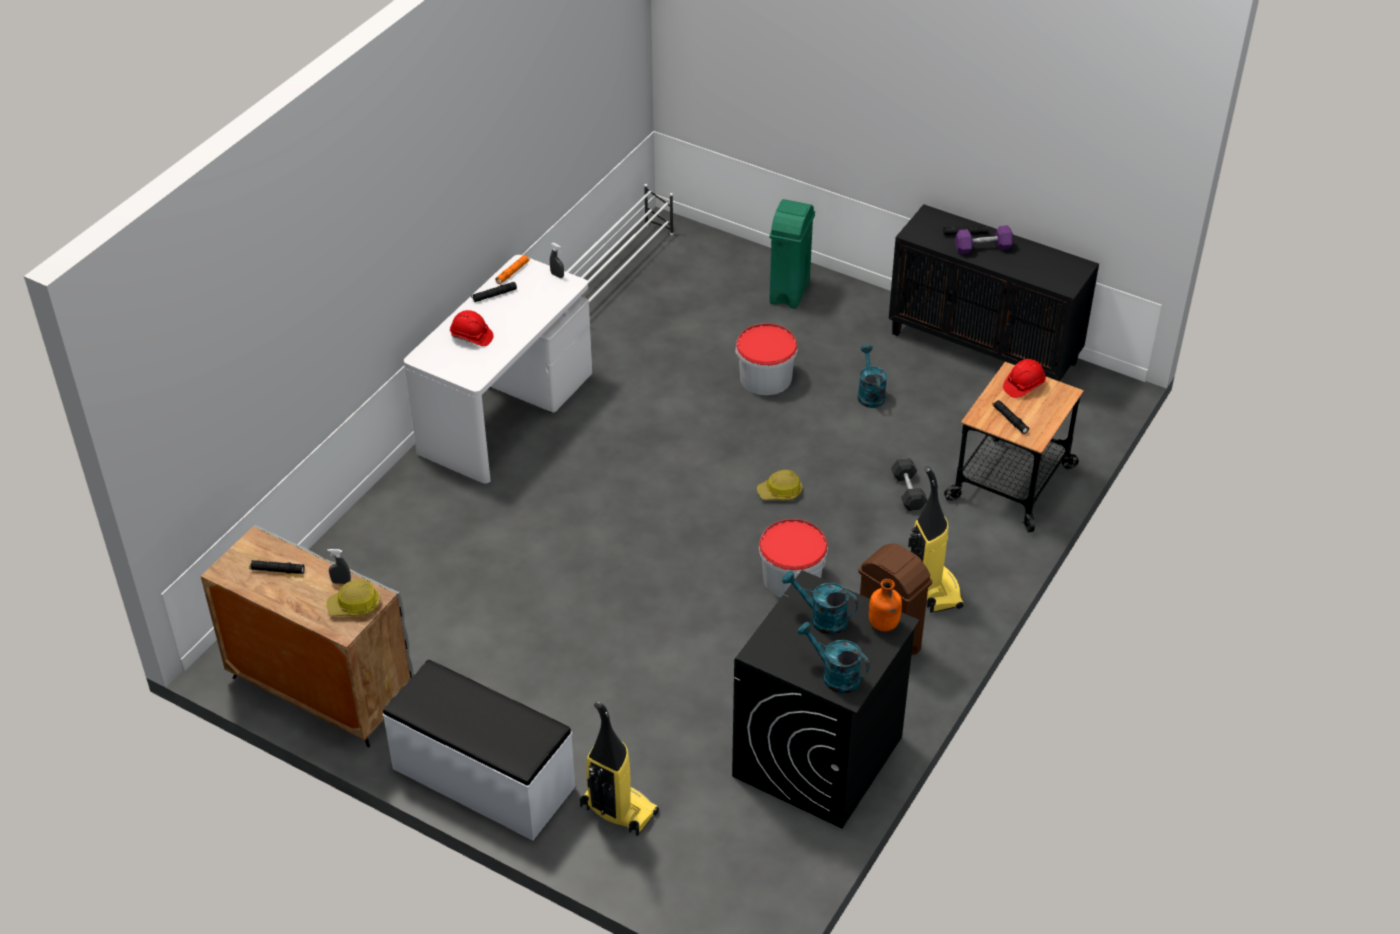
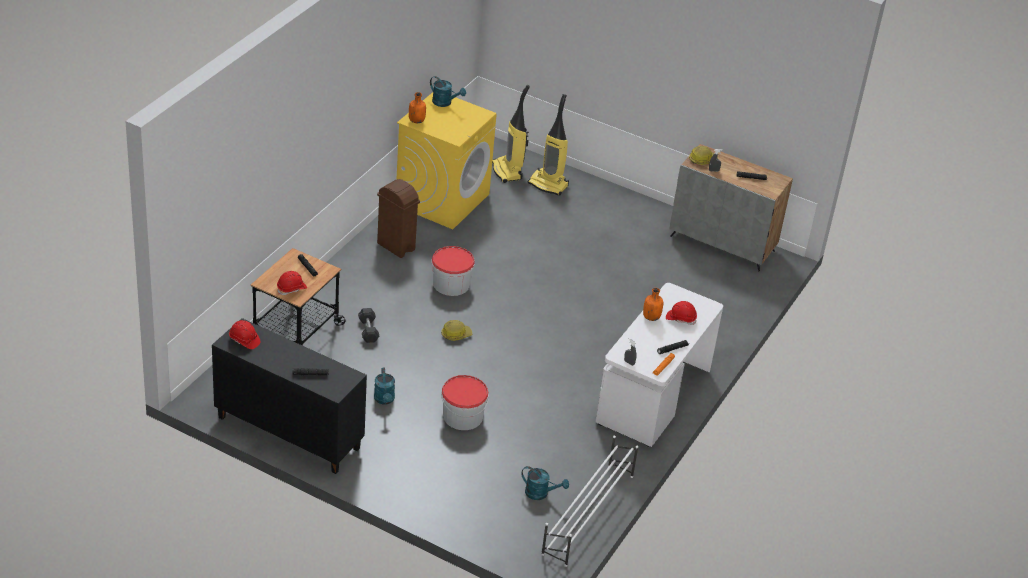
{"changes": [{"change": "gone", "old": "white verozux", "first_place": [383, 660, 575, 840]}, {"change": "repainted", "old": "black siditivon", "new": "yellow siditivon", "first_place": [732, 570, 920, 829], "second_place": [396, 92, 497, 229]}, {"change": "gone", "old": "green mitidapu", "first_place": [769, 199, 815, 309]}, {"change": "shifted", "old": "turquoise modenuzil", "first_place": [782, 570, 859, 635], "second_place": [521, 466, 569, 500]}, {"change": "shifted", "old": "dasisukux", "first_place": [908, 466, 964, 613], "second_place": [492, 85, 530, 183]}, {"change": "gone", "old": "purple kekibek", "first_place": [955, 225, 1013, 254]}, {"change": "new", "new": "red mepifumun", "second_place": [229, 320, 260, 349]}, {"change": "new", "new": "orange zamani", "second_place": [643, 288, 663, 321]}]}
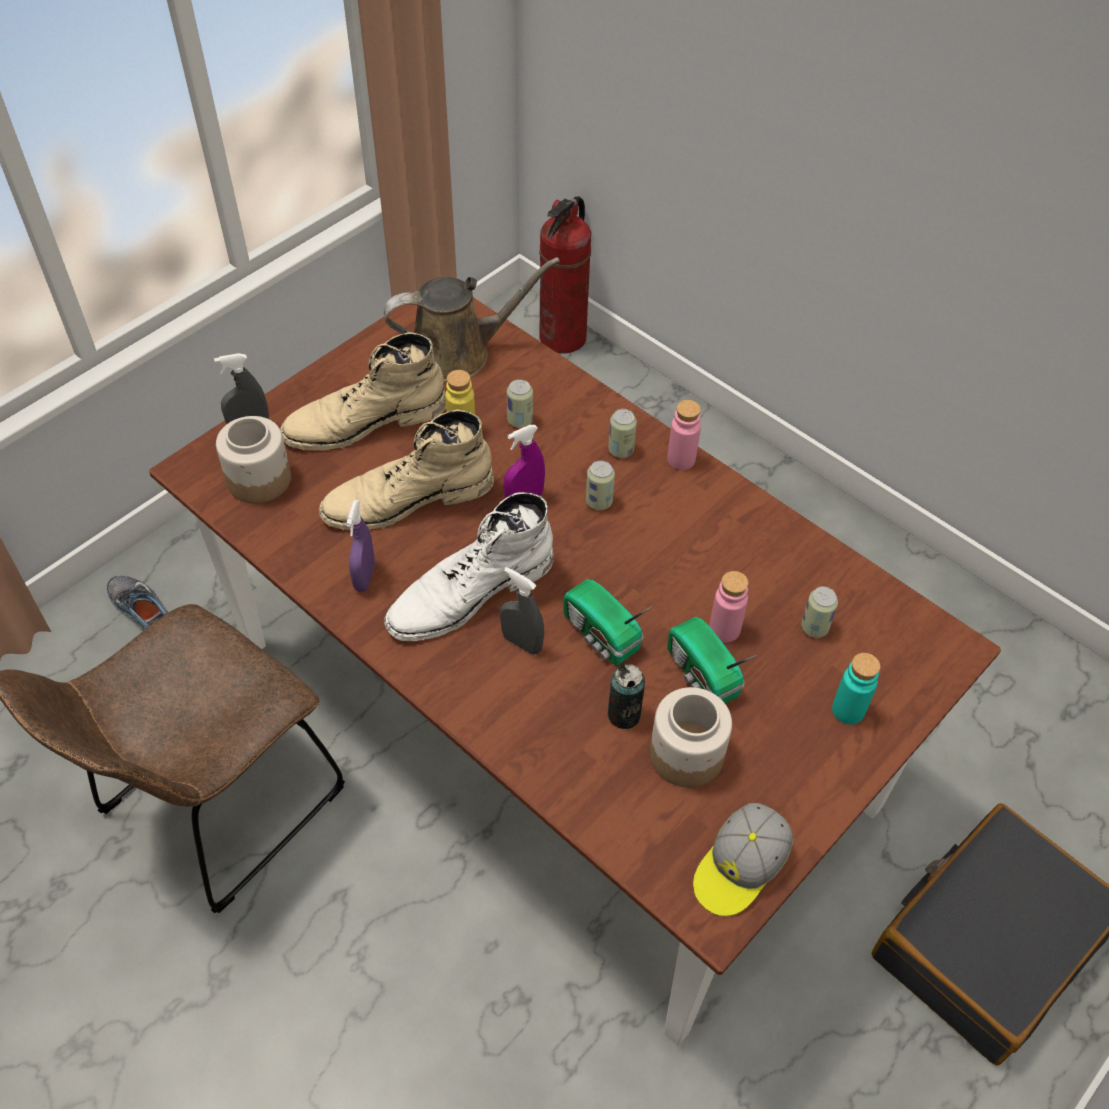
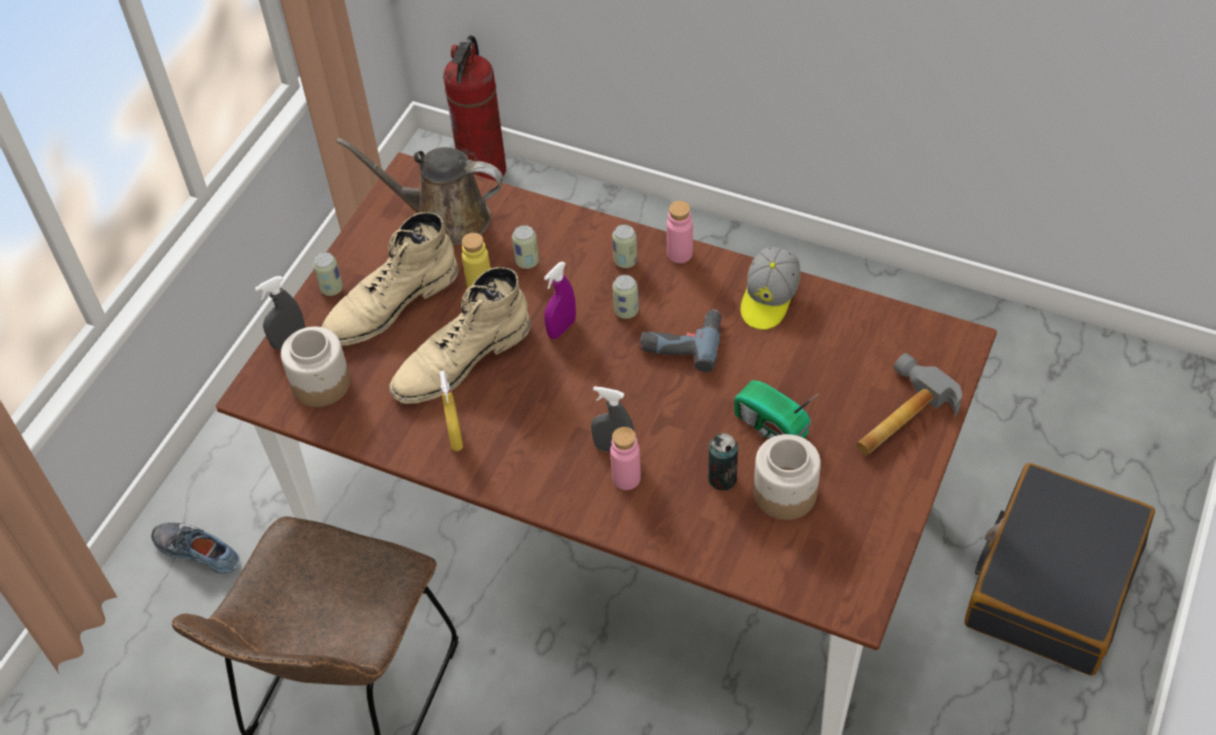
{"changes": [{"change": "repainted", "old": "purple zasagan", "new": "yellow zasagan", "first_place": [346, 500, 375, 592], "second_place": [440, 371, 463, 451]}, {"change": "rotated", "old": "brown modenuzil", "first_place": [384, 257, 560, 382], "second_place": [336, 138, 504, 246], "degrees": -135}, {"change": "gone", "old": "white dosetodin", "first_place": [384, 492, 554, 641]}, {"change": "gone", "old": "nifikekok", "first_place": [563, 579, 652, 665]}, {"change": "shifted", "old": "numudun", "first_place": [693, 803, 793, 916], "second_place": [740, 247, 800, 330]}, {"change": "shifted", "old": "pink zamani", "first_place": [709, 571, 749, 642], "second_place": [610, 427, 641, 490]}, {"change": "shifted", "old": "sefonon", "first_place": [801, 586, 838, 638], "second_place": [313, 252, 343, 296]}, {"change": "swapped", "old": "turquoise zamani", "new": "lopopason", "first_place": [832, 653, 880, 724], "second_place": [856, 353, 962, 455]}, {"change": "new", "new": "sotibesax", "second_place": [640, 309, 721, 372]}]}
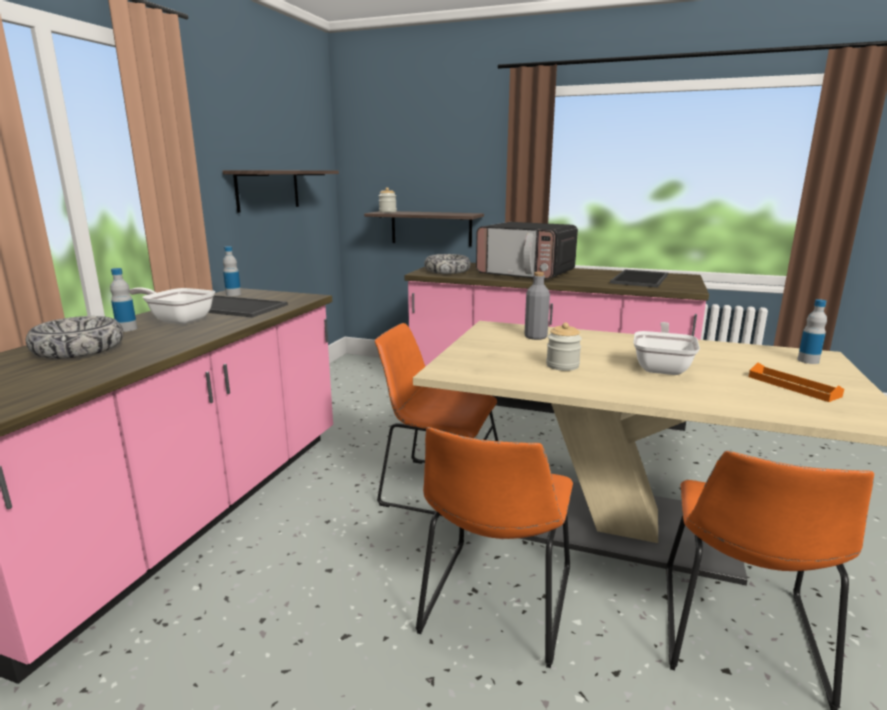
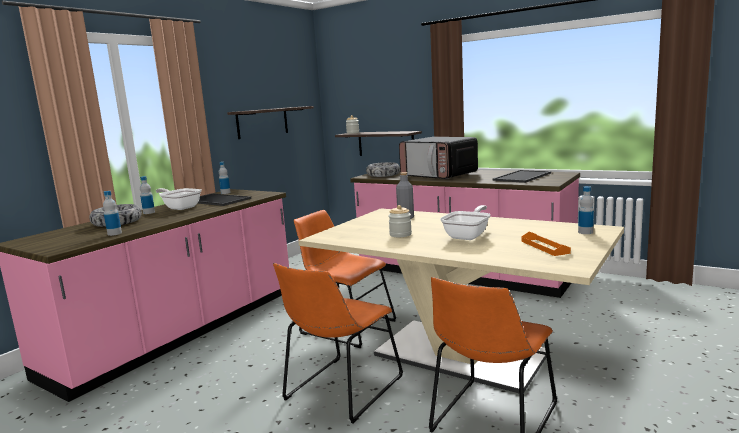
{"changes": [{"change": "new", "new": "zamani", "second_place": [103, 191, 122, 236]}]}
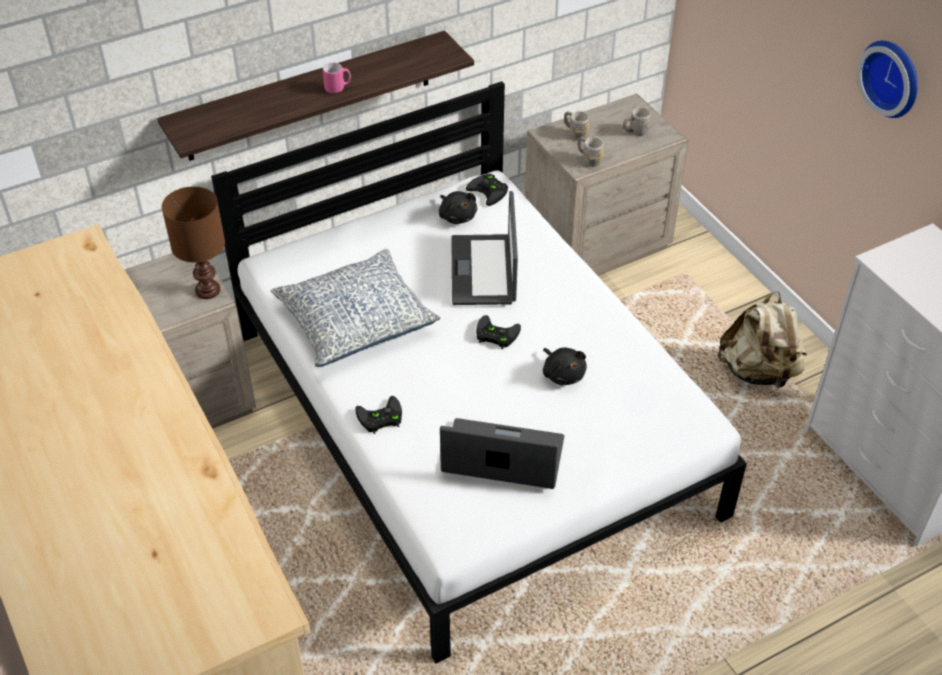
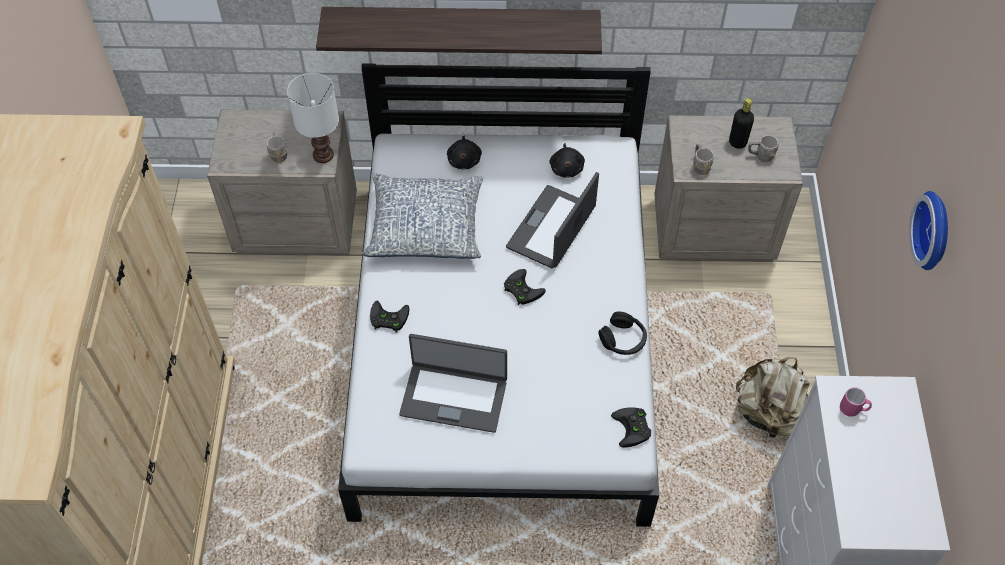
{"changes": [{"change": "repainted", "old": "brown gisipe", "new": "white gisipe", "first_place": [162, 186, 225, 299], "second_place": [287, 73, 339, 163]}, {"change": "shifted", "old": "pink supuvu", "first_place": [323, 63, 351, 94], "second_place": [840, 387, 872, 417]}, {"change": "rotated", "old": "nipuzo", "first_place": [440, 418, 564, 489], "second_place": [399, 334, 507, 433], "degrees": 150}, {"change": "shifted", "old": "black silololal", "first_place": [466, 173, 508, 206], "second_place": [611, 407, 651, 448]}, {"change": "shifted", "old": "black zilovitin", "first_place": [543, 348, 587, 385], "second_place": [447, 136, 482, 169]}, {"change": "shifted", "old": "grey supuvu", "first_place": [564, 111, 590, 140], "second_place": [267, 132, 288, 163]}, {"change": "new", "new": "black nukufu", "second_place": [598, 312, 647, 355]}, {"change": "new", "new": "black zamani", "second_place": [729, 98, 754, 149]}]}
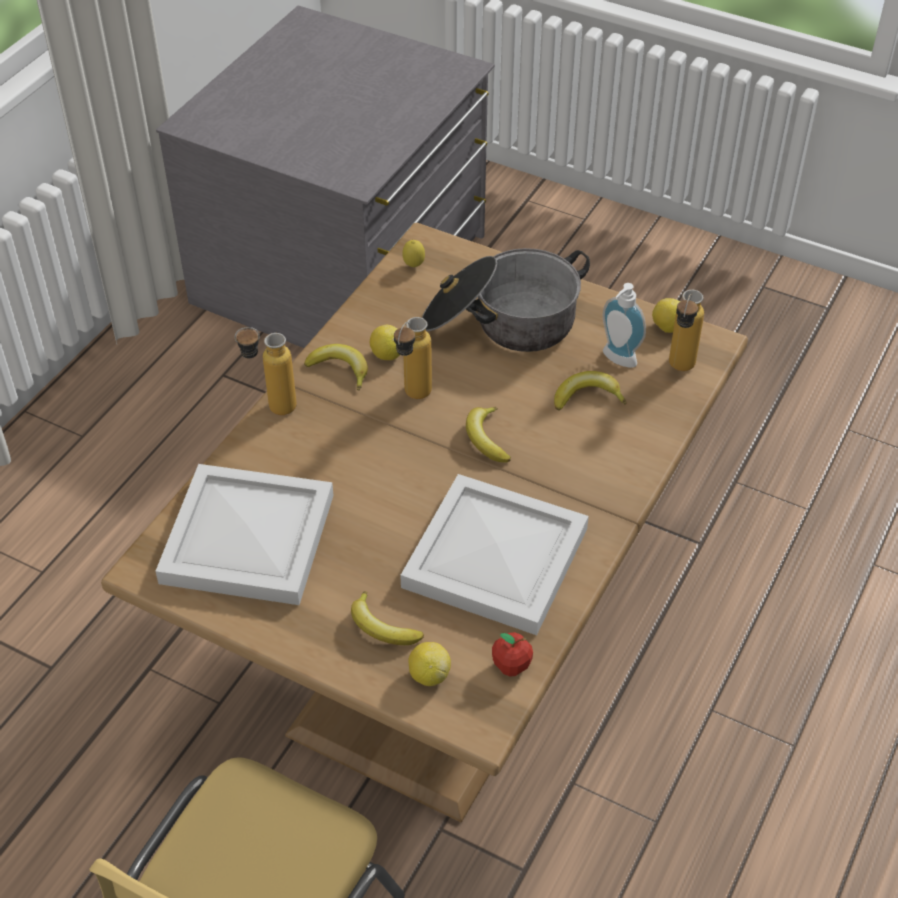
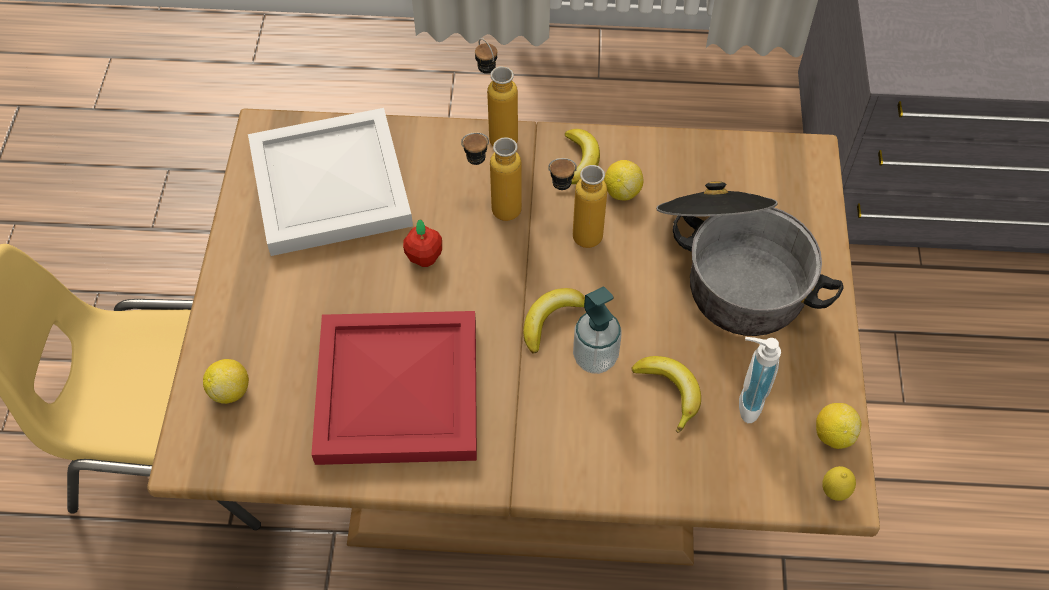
{"changes": [{"change": "gone", "old": "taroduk", "first_place": [351, 591, 424, 645]}, {"change": "repainted", "old": "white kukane", "new": "red kukane", "first_place": [400, 474, 589, 635], "second_place": [311, 311, 477, 465]}, {"change": "shifted", "old": "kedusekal", "first_place": [402, 240, 425, 267], "second_place": [822, 466, 856, 501]}, {"change": "shifted", "old": "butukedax", "first_place": [492, 632, 533, 677], "second_place": [403, 220, 442, 267]}, {"change": "shifted", "old": "zamani", "first_place": [669, 290, 704, 371], "second_place": [461, 132, 522, 221]}, {"change": "new", "new": "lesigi", "second_place": [573, 287, 622, 374]}]}
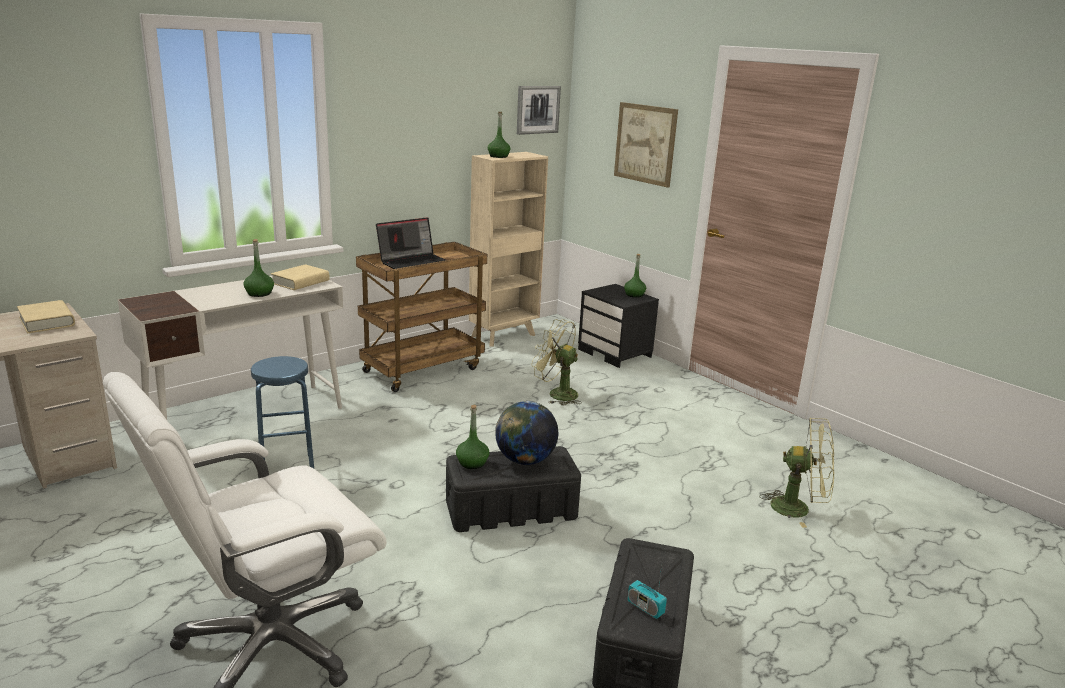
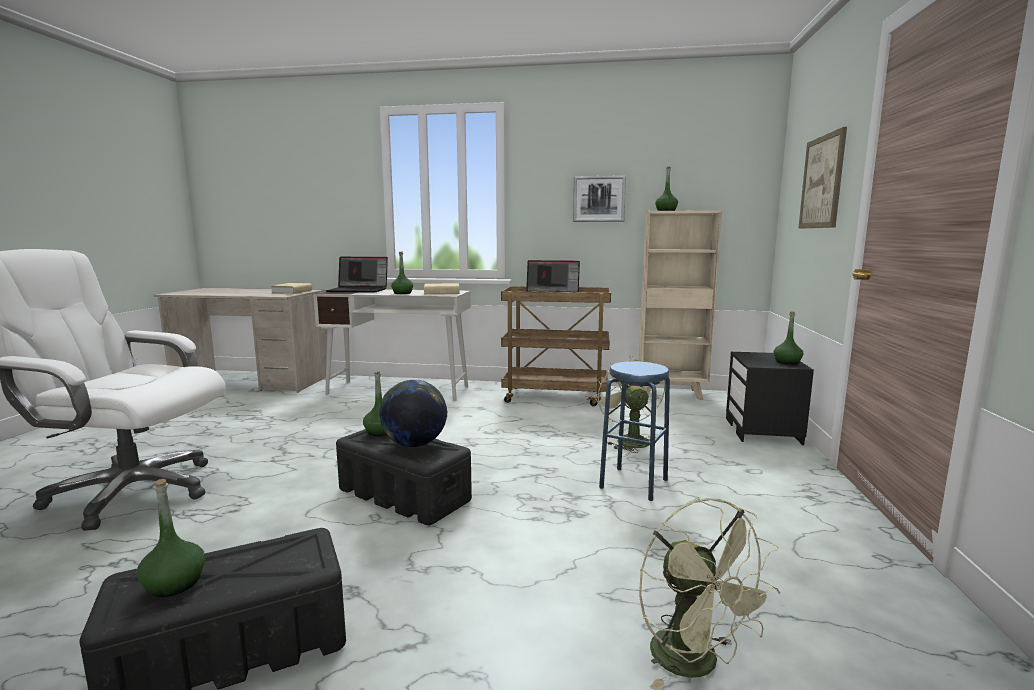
{"changes": [{"change": "shifted", "old": "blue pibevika", "first_place": [251, 356, 314, 468], "second_place": [599, 361, 670, 501]}, {"change": "shifted", "old": "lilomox", "first_place": [517, 86, 561, 135], "second_place": [573, 175, 626, 222]}, {"change": "swapped", "old": "nifikekok", "new": "green zamani", "first_place": [627, 565, 667, 619], "second_place": [137, 479, 205, 597]}, {"change": "new", "new": "nipuzo", "second_place": [326, 257, 388, 293]}]}
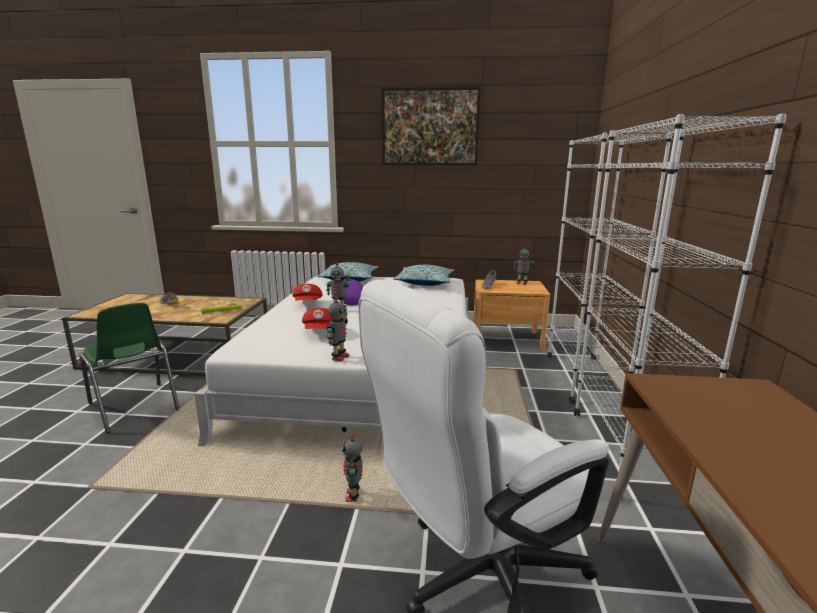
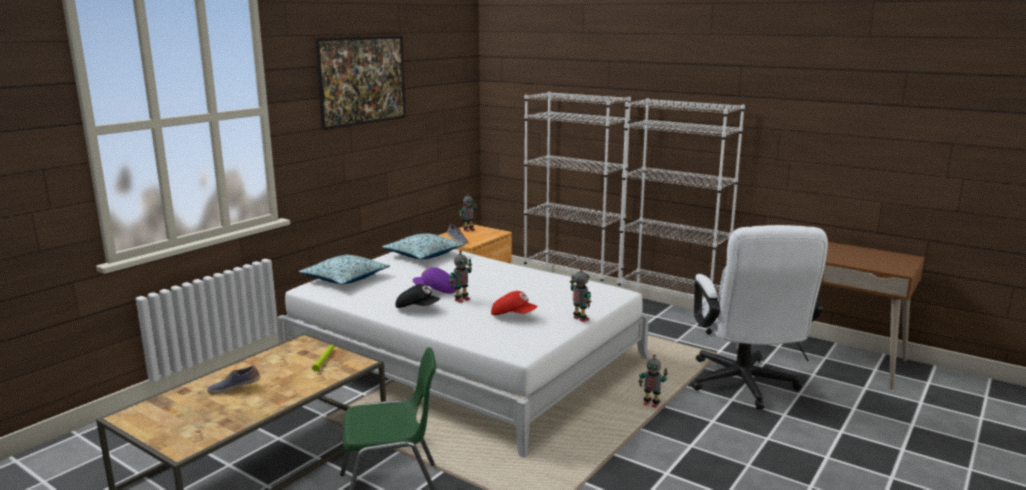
{"changes": [{"change": "repainted", "old": "red numudun", "new": "black numudun", "first_place": [292, 284, 323, 301], "second_place": [395, 284, 440, 308]}]}
